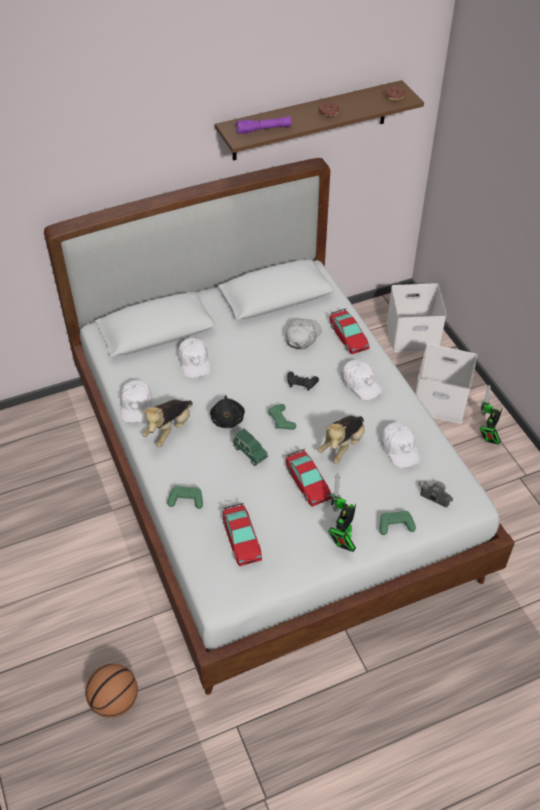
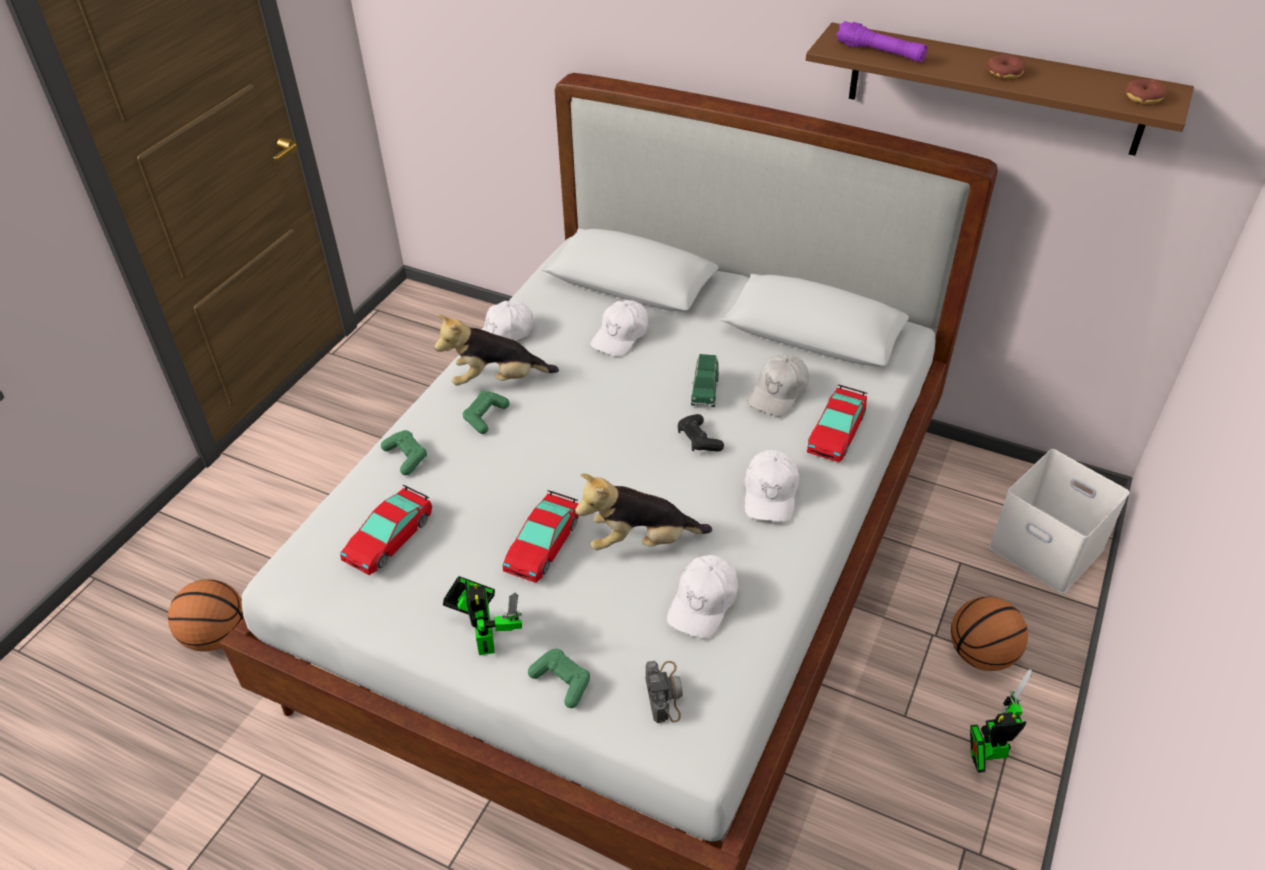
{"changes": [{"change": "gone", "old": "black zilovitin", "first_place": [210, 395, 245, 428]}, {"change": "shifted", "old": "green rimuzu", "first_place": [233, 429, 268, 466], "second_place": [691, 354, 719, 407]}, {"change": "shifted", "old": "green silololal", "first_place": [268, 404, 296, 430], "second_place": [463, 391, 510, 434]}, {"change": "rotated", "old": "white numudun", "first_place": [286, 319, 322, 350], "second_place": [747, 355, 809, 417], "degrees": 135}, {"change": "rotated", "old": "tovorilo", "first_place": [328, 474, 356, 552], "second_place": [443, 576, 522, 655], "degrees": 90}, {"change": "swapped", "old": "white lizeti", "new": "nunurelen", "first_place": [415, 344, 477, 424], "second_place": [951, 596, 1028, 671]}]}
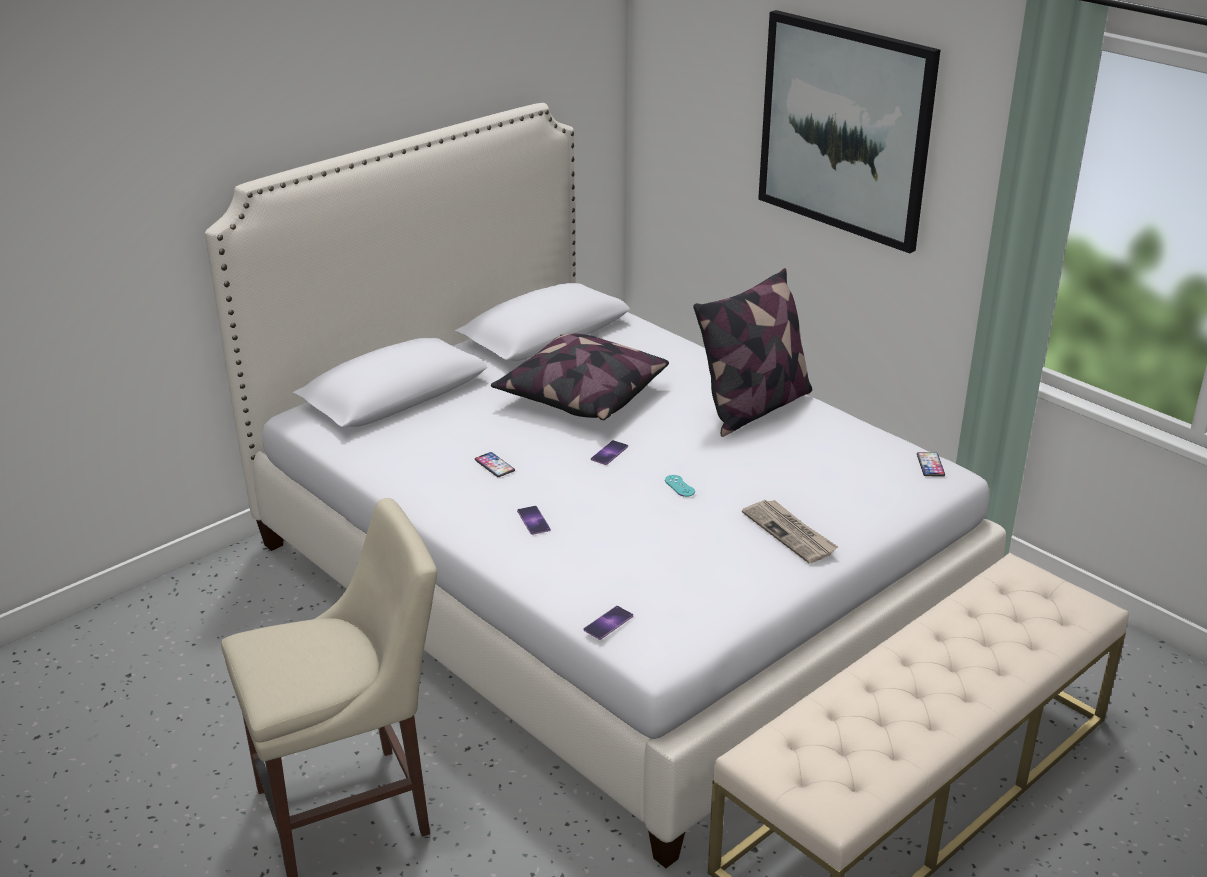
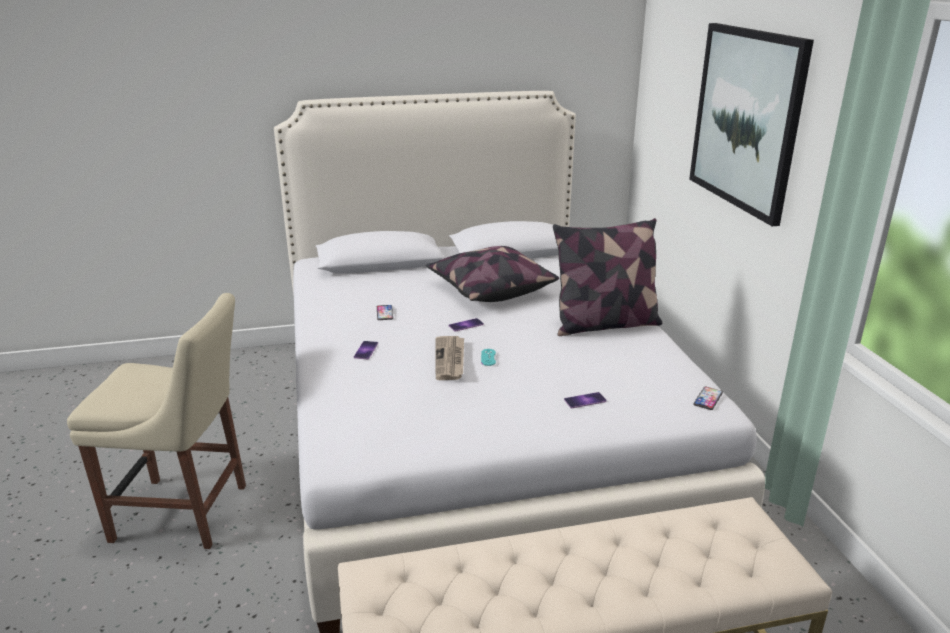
{"changes": [{"change": "shifted", "old": "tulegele", "first_place": [584, 606, 633, 640], "second_place": [564, 392, 607, 408]}, {"change": "shifted", "old": "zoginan", "first_place": [742, 500, 838, 563], "second_place": [435, 336, 464, 380]}]}
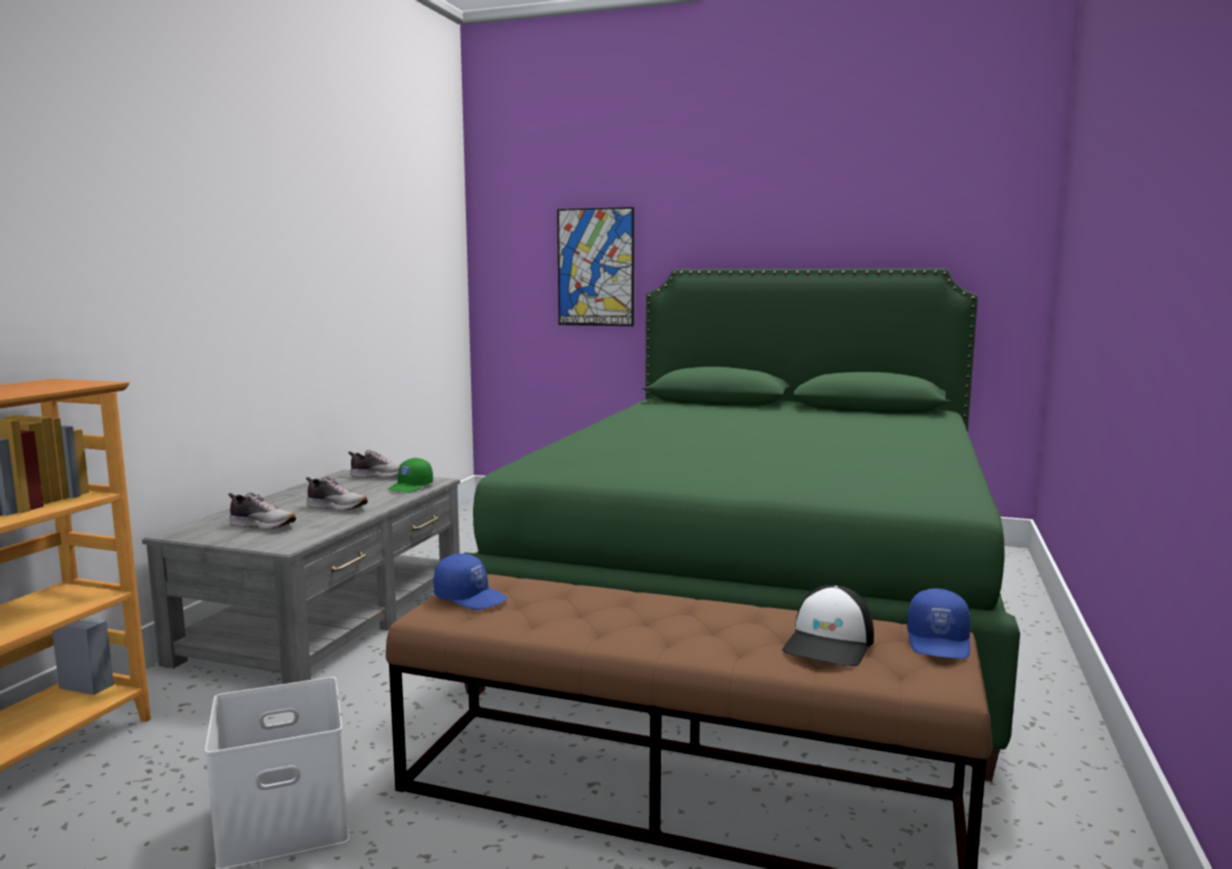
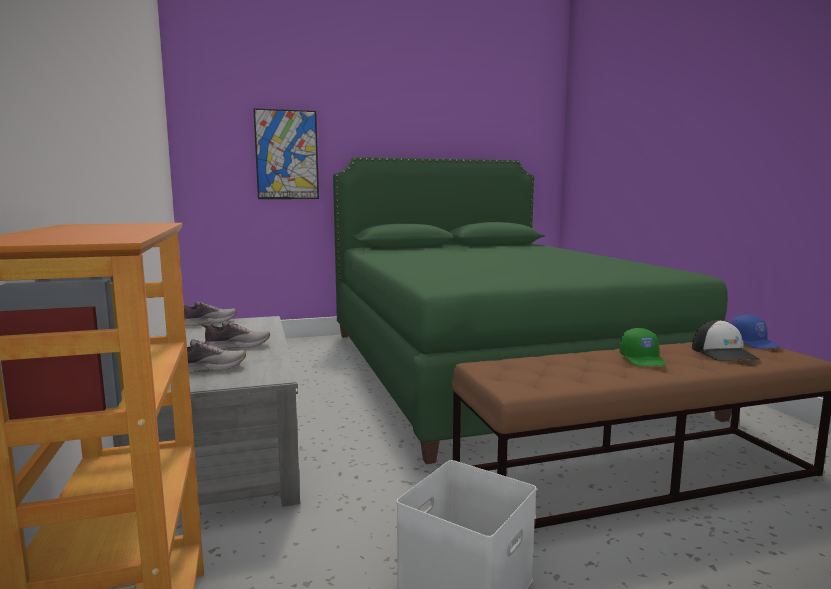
{"changes": [{"change": "shifted", "old": "green numudun", "first_place": [387, 458, 433, 493], "second_place": [619, 328, 666, 366]}, {"change": "gone", "old": "blue numudun", "first_place": [433, 553, 507, 610]}]}
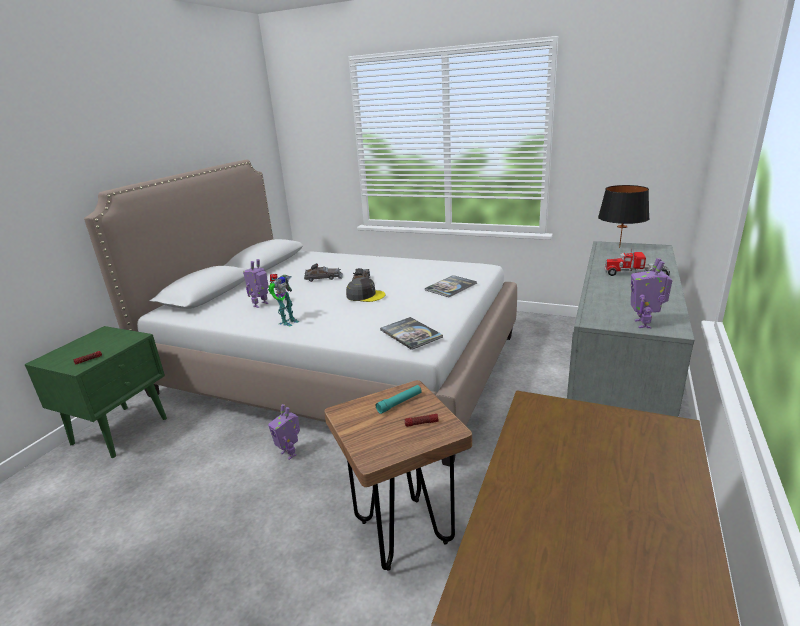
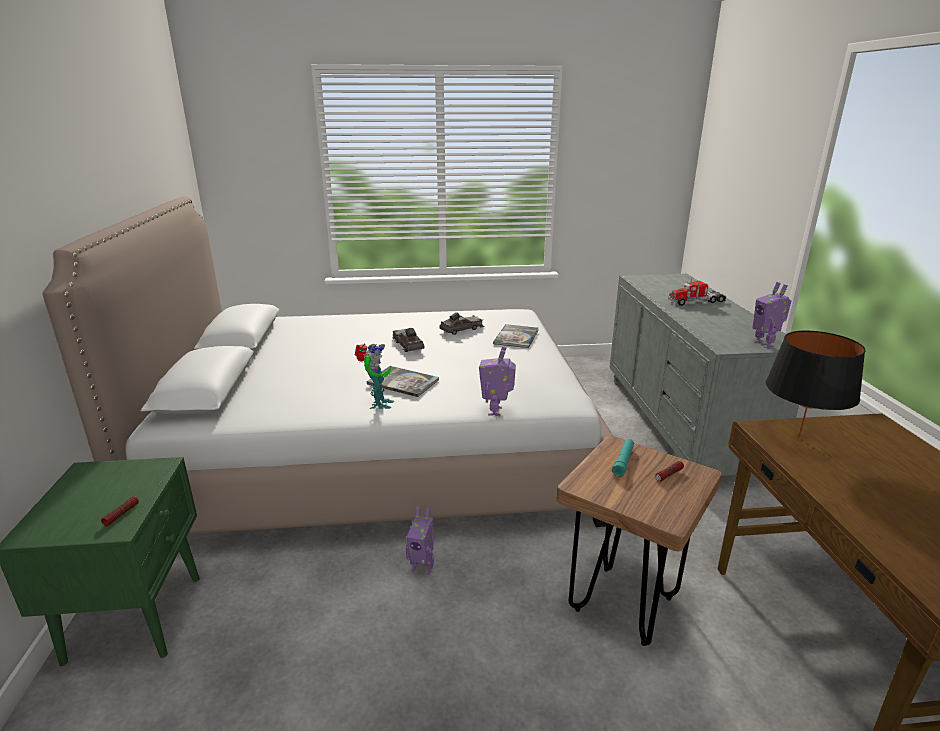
{"changes": [{"change": "shifted", "old": "tovorilo", "first_place": [243, 259, 269, 308], "second_place": [479, 346, 516, 416]}, {"change": "shifted", "old": "grey rimuzu", "first_place": [304, 263, 343, 282], "second_place": [440, 312, 485, 335]}, {"change": "gone", "old": "grey numudun", "first_place": [346, 277, 386, 302]}, {"change": "shifted", "old": "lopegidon", "first_place": [380, 317, 443, 350], "second_place": [367, 366, 439, 397]}, {"change": "shifted", "old": "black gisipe", "first_place": [598, 185, 650, 248], "second_place": [766, 331, 866, 438]}]}
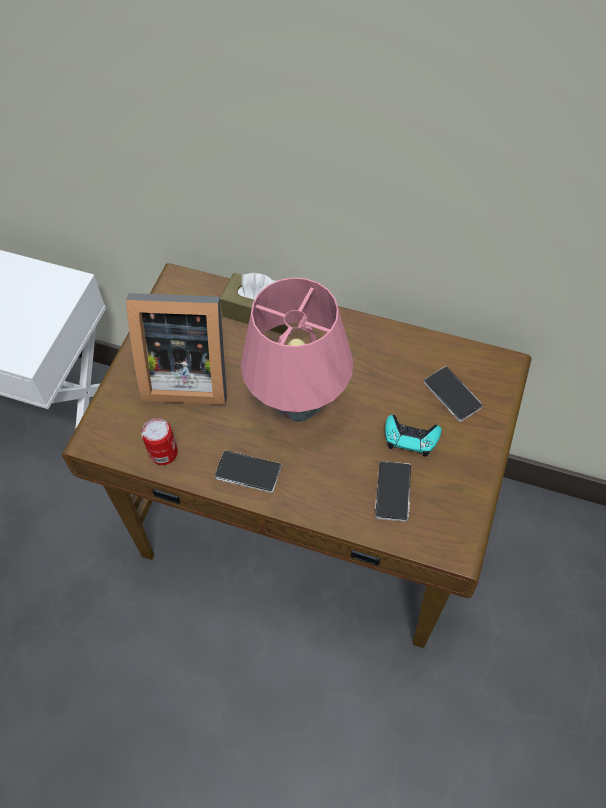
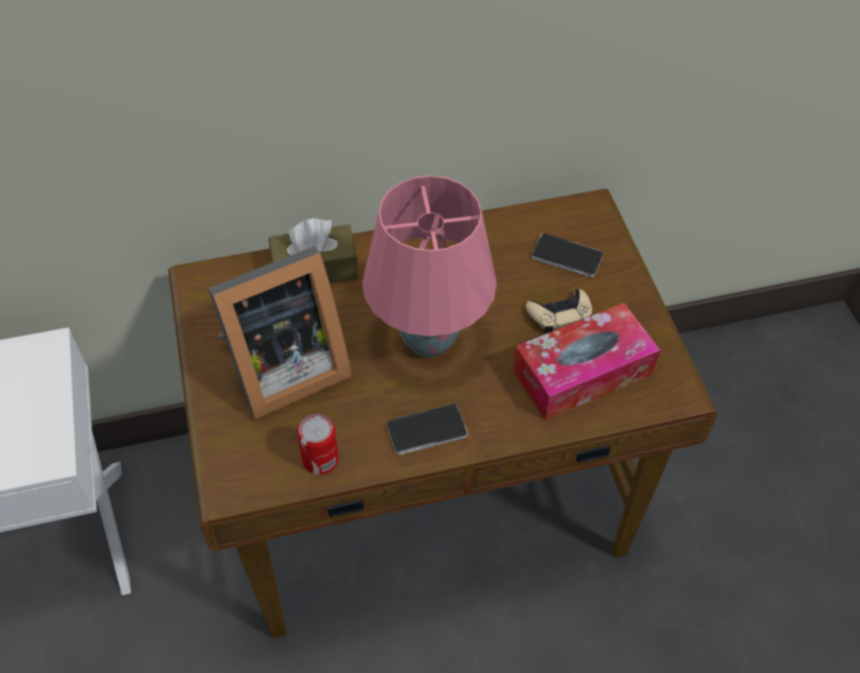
{"changes": [{"change": "swapped", "old": "tulegele", "new": "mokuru", "first_place": [375, 461, 411, 522], "second_place": [513, 303, 660, 420]}, {"change": "repainted", "old": "turquoise silololal", "new": "beige silololal", "first_place": [385, 415, 441, 457], "second_place": [526, 289, 592, 334]}]}
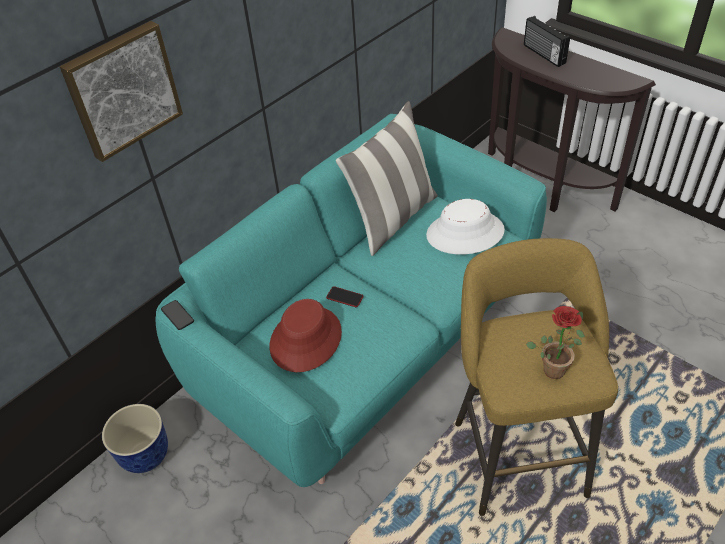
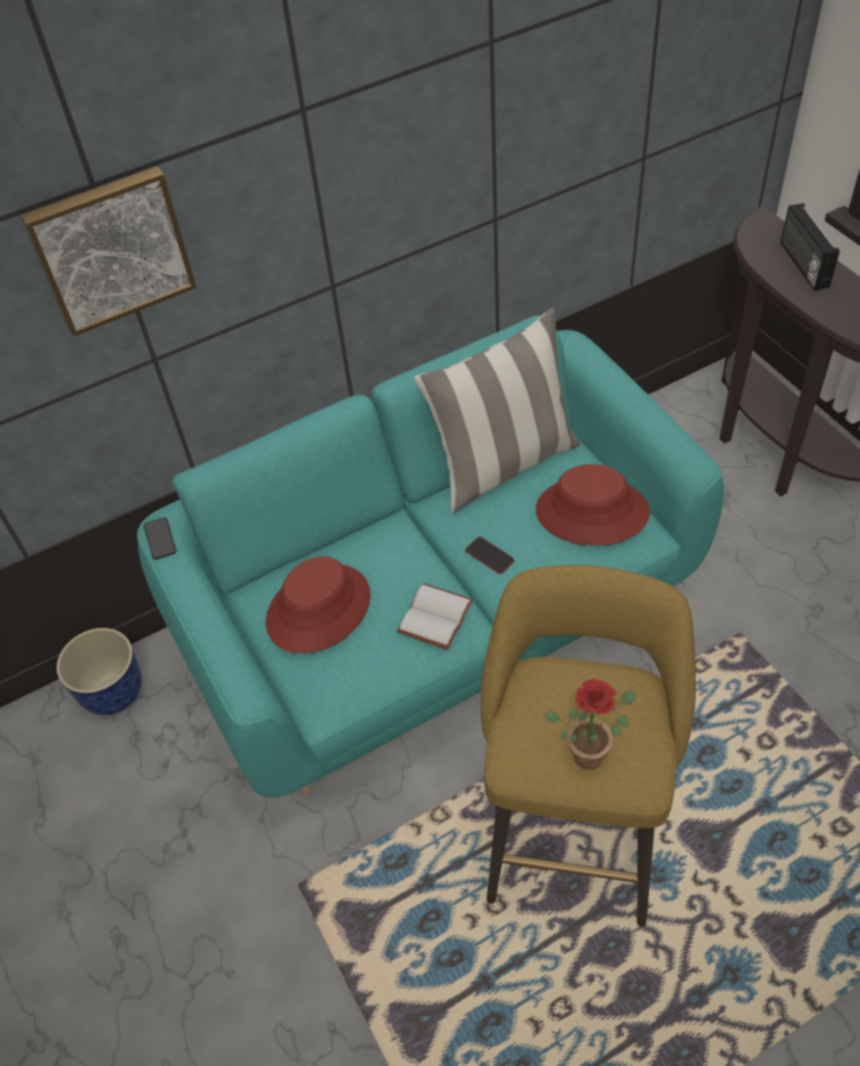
{"changes": [{"change": "shifted", "old": "tulegele", "first_place": [326, 286, 363, 307], "second_place": [465, 537, 515, 574]}, {"change": "repainted", "old": "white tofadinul", "new": "red tofadinul", "first_place": [426, 199, 505, 255], "second_place": [536, 464, 650, 546]}, {"change": "new", "new": "white lopegidon", "second_place": [397, 583, 473, 650]}]}
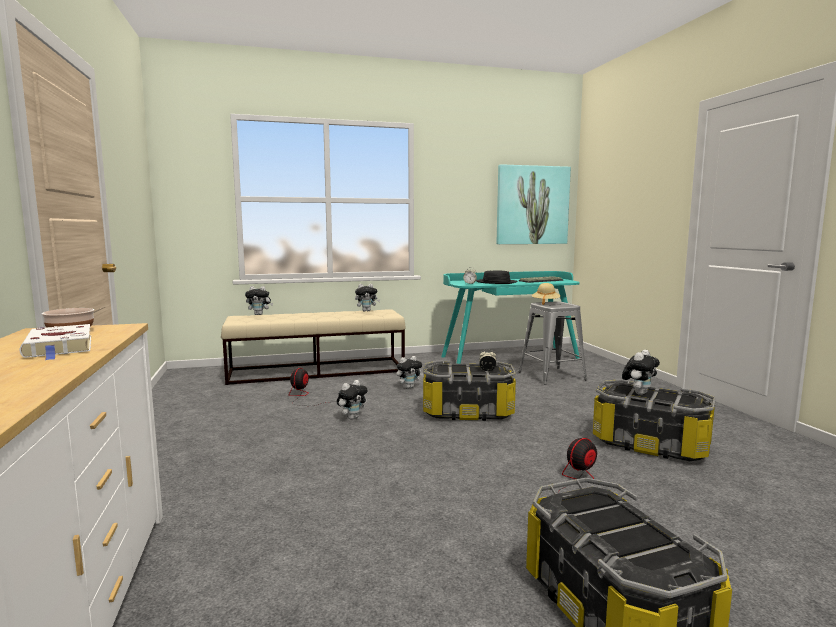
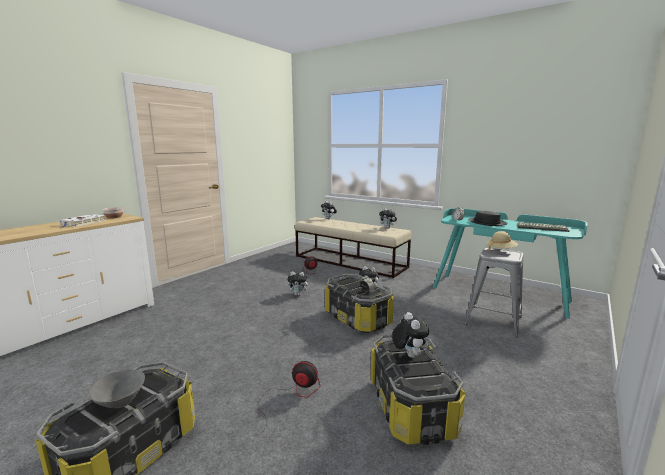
{"changes": [{"change": "gone", "old": "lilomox", "first_place": [496, 164, 571, 244]}, {"change": "rotated", "old": "zilovitin", "first_place": [622, 350, 660, 395], "second_place": [392, 312, 429, 358], "degrees": -105}, {"change": "new", "new": "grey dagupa", "second_place": [89, 369, 145, 408]}]}
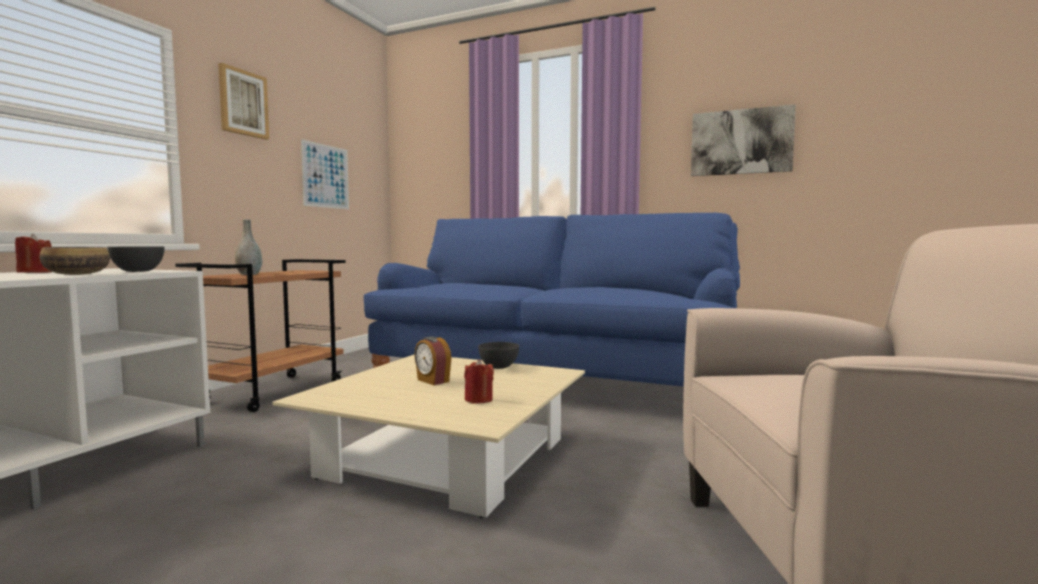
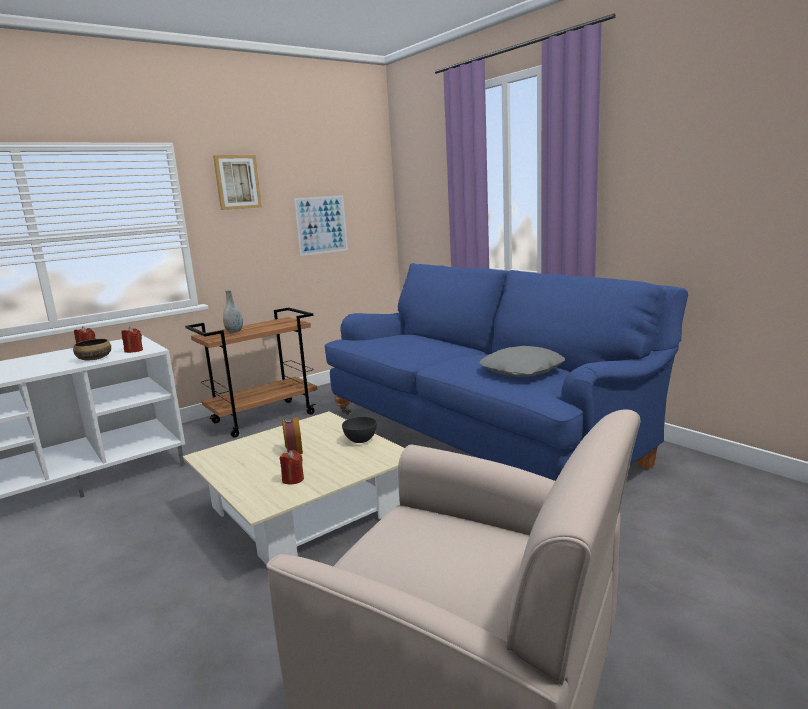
{"changes": [{"change": "swapped", "old": "grey dagupa", "new": "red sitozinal", "first_place": [107, 247, 164, 272], "second_place": [121, 327, 143, 353]}, {"change": "gone", "old": "lilomox", "first_place": [691, 104, 796, 176]}, {"change": "new", "new": "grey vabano", "second_place": [479, 346, 565, 377]}]}
